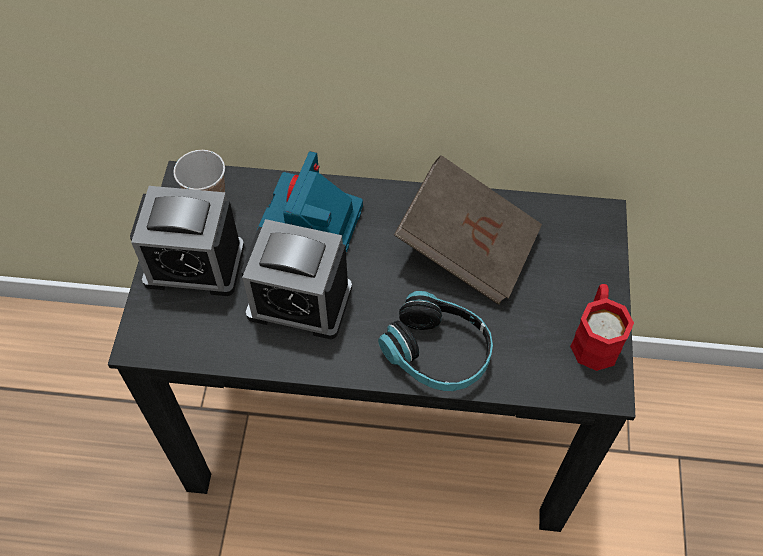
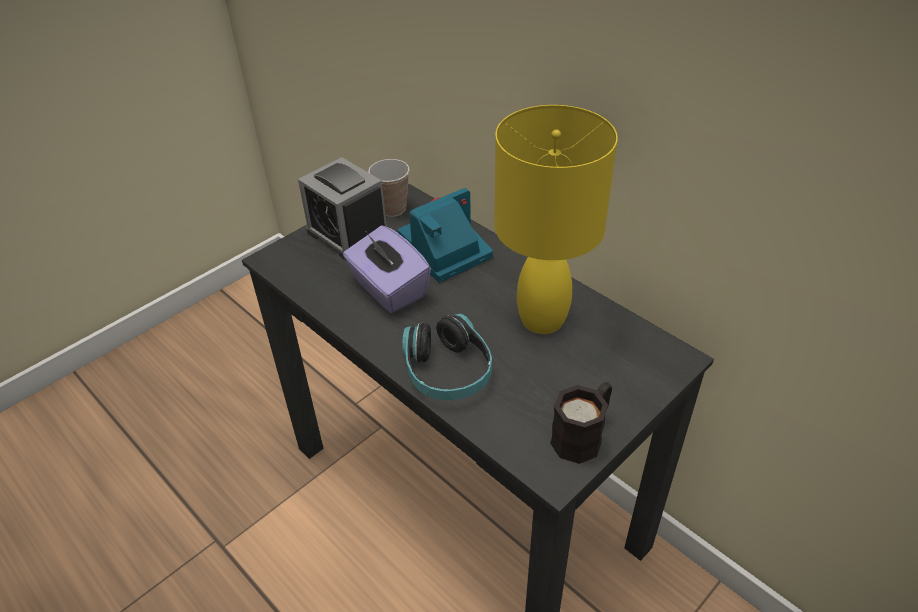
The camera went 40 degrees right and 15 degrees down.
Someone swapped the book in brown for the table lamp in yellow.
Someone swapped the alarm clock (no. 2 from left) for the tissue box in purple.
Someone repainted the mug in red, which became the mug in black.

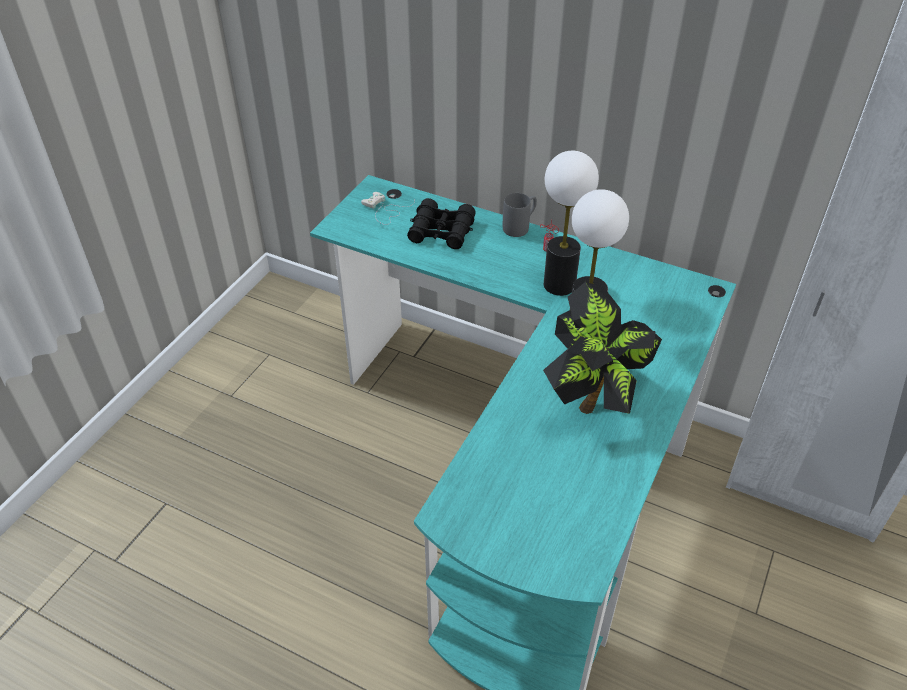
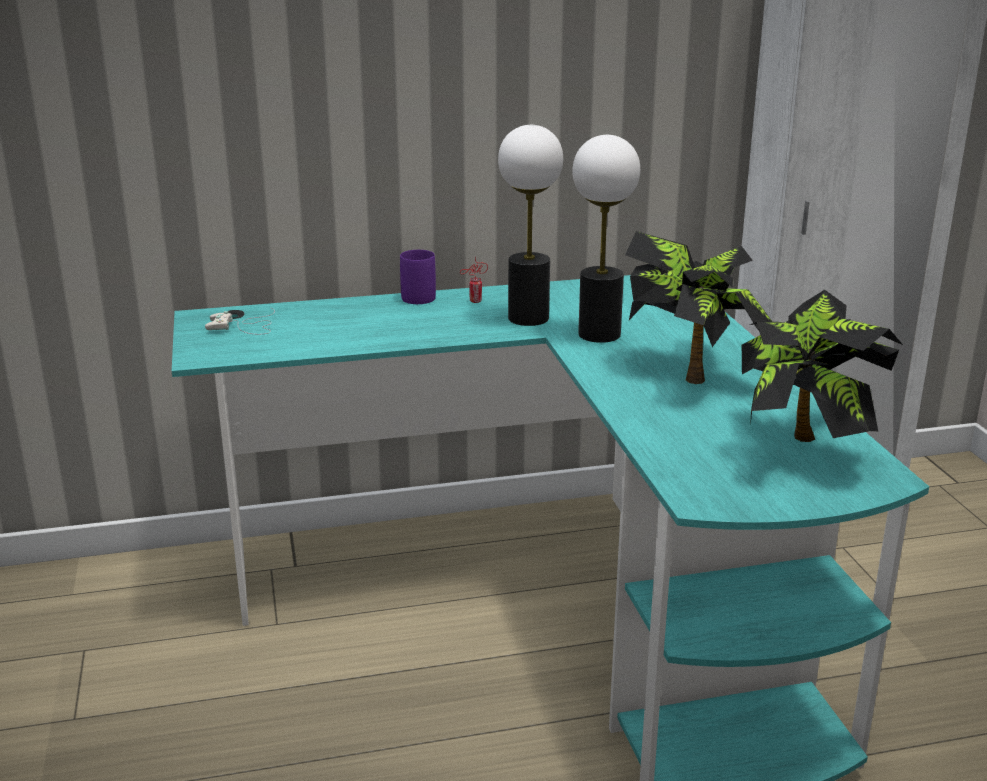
The camera went 40 degrees left and 20 degrees down.
Someone repainted the mug in grey, which became the mug in purple.
Someone took away the binoculars in black.
Someone put down the potted plant (no. 2 from left).

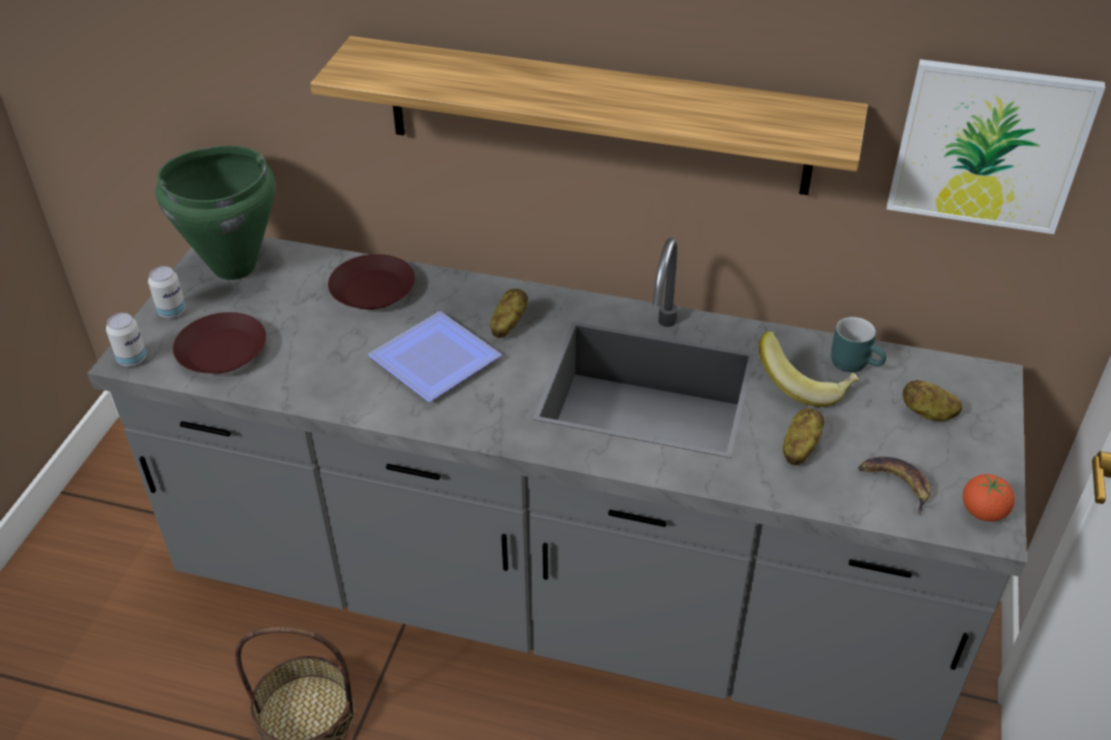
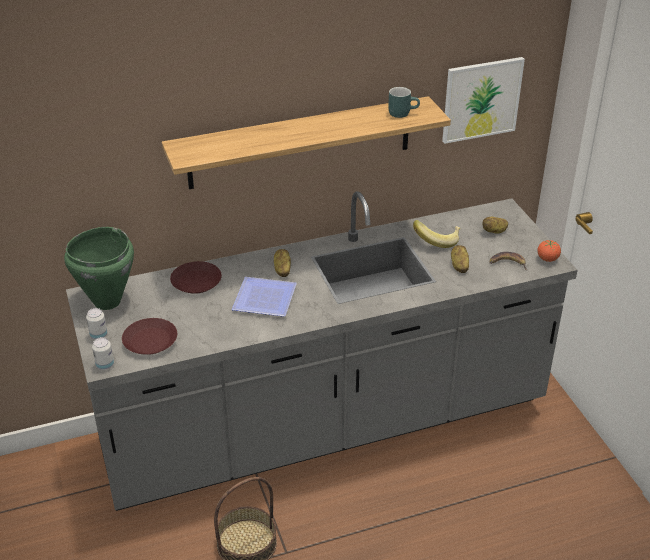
The camera went 35 degrees left and 5 degrees down.
Someone carried the mug in turquoise.

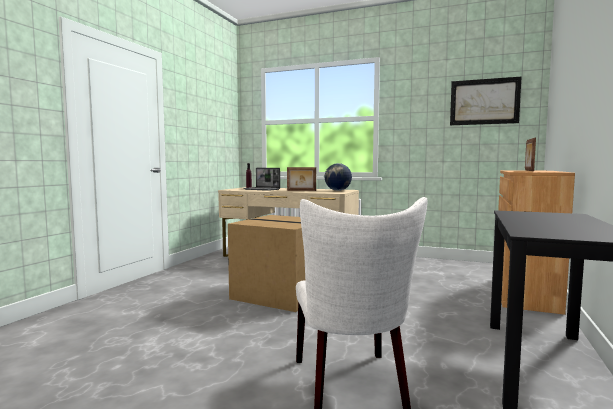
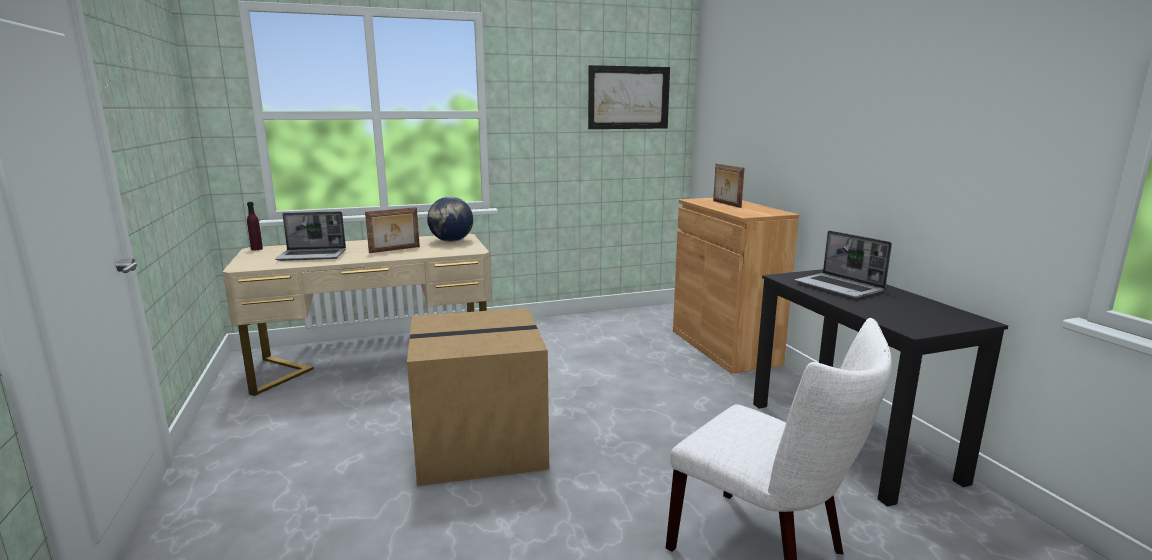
The camera went 40 degrees left and 10 degrees up.
Someone put down the laptop (no. 2 from left).

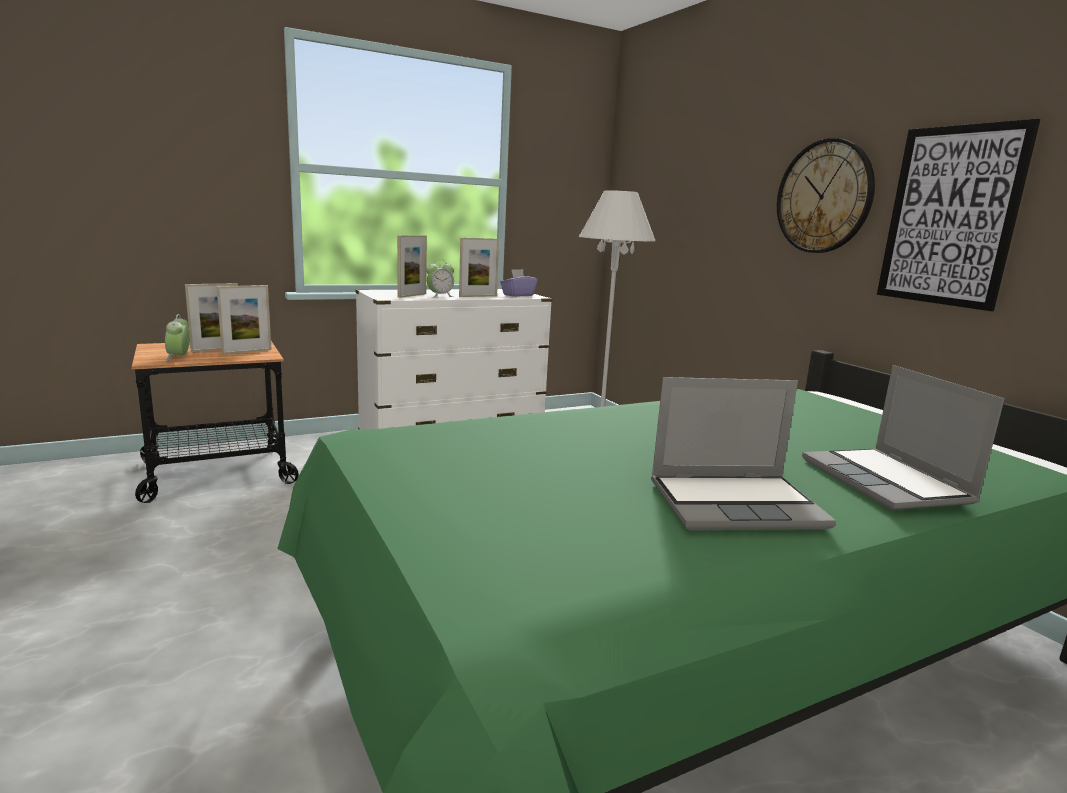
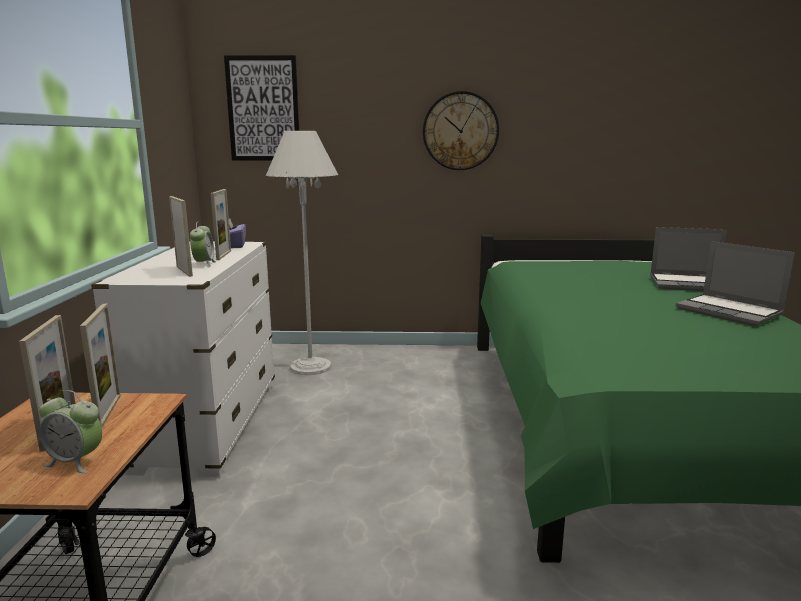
The camera went 60 degrees left and 0 degrees up.
Someone carried the picture.
Someone rotated the laptop (no. 1 from left in the first image) by 120 degrees clockwise.

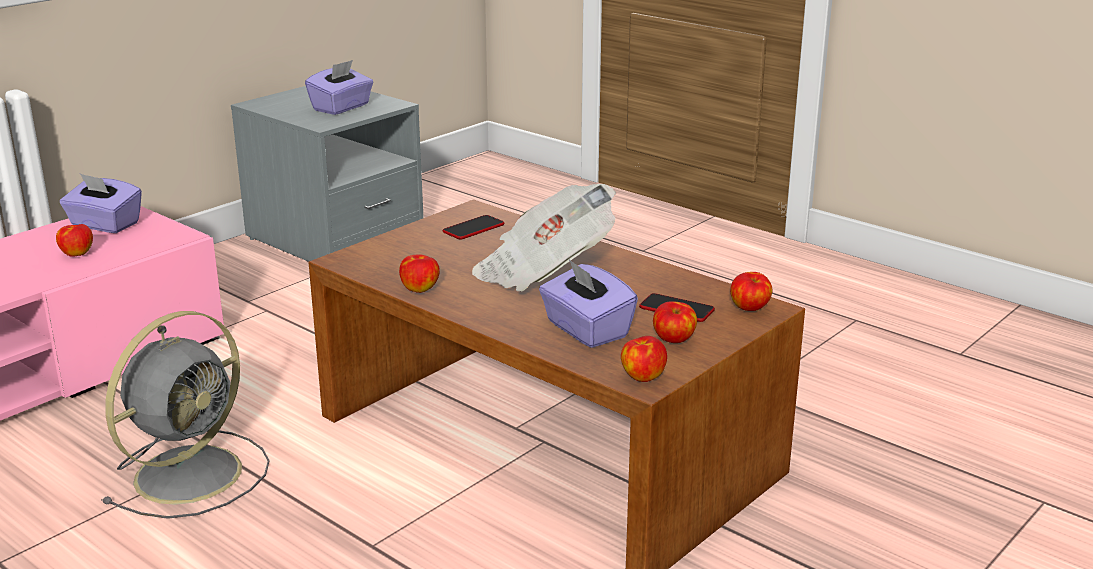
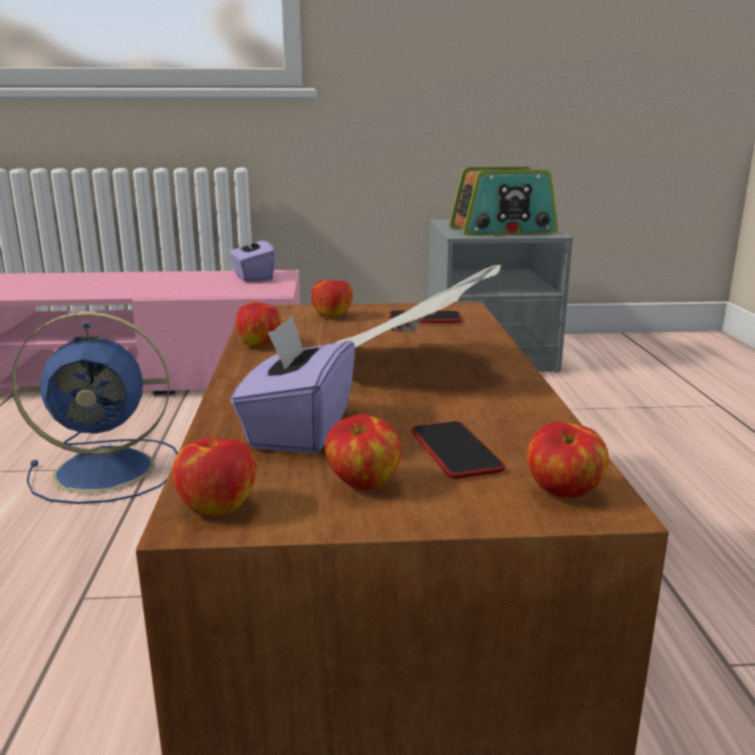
The camera went 45 degrees right and 5 degrees down.
Someone swapped the tissue box in purple (no. 2 from left) for the radio.
Someone carried the apple (no. 1 from left in the first image).
Someone repainted the fan in grey, which became the fan in blue.

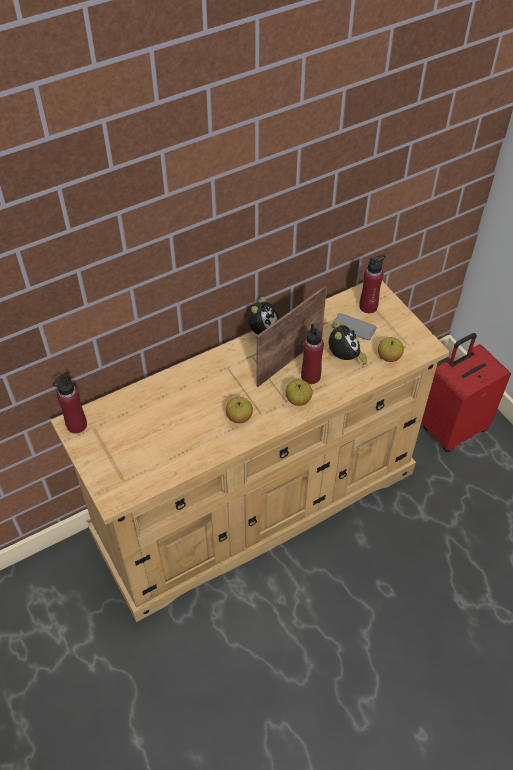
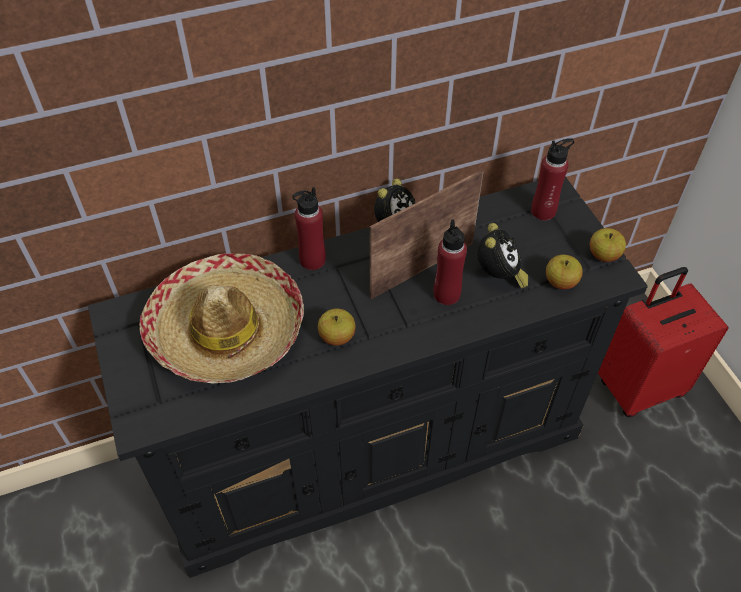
The camera went 10 degrees right and 0 degrees up.
Someone repainted the dresser in beige, which became the dresser in black.
Someone took away the phone.
Someone carried the bottle in red (no. 1 from left).
Someone carried the apple (no. 2 from left in the first image).
Someone put down the hat.

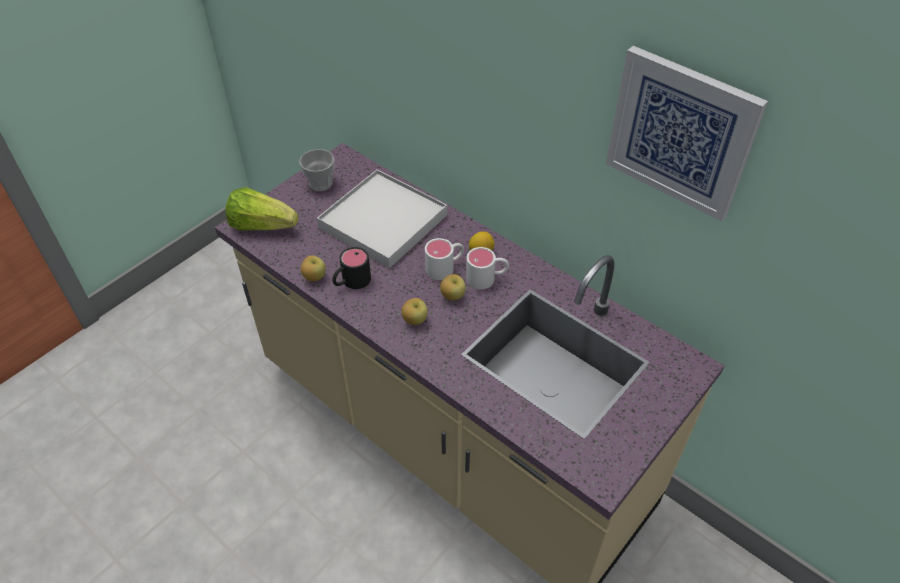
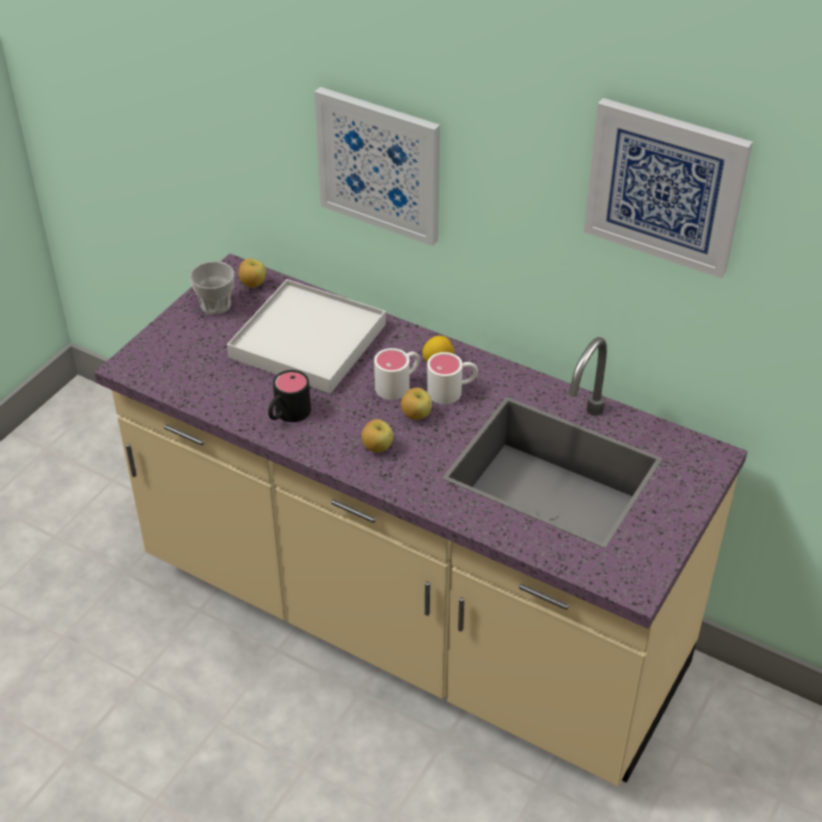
The camera went 10 degrees left and 5 degrees down.
Someone took away the lettuce.
Someone carried the apple (no. 1 from left).
Someone put up the picture (no. 1 from left).

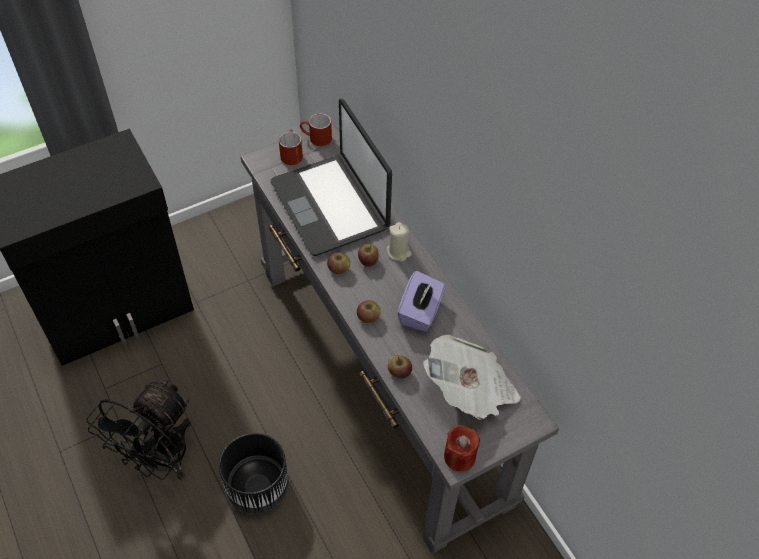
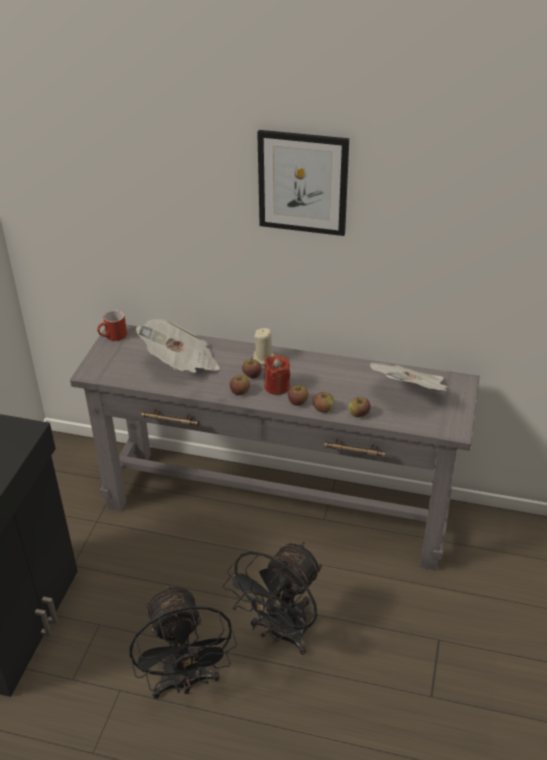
The camera went 45 degrees left and 15 degrees down.
Someone swapped the laptop for the newspaper (no. 1 from left).
Someone took away the mug in red (no. 1 from left).
Someone took away the tissue box in purple.
Someone carried the candle in red.
Someone swapped the planter in black for the fan in black (no. 2 from left).
Someone put up the picture.
Someone put down the apple (no. 4 from left).

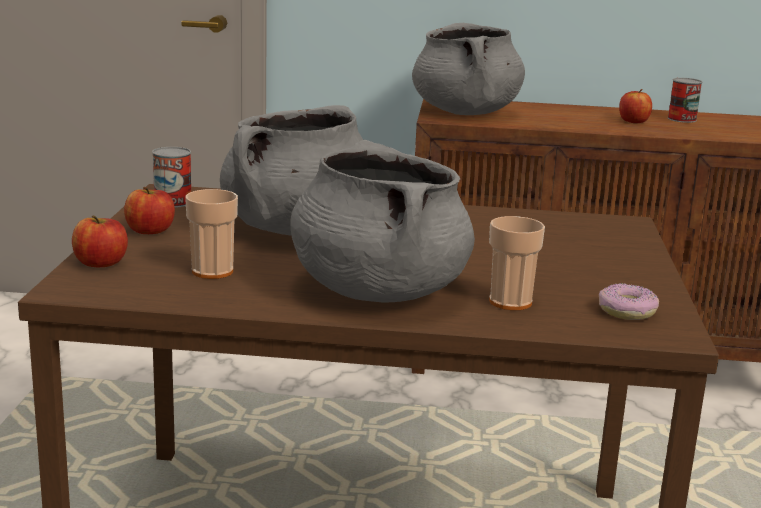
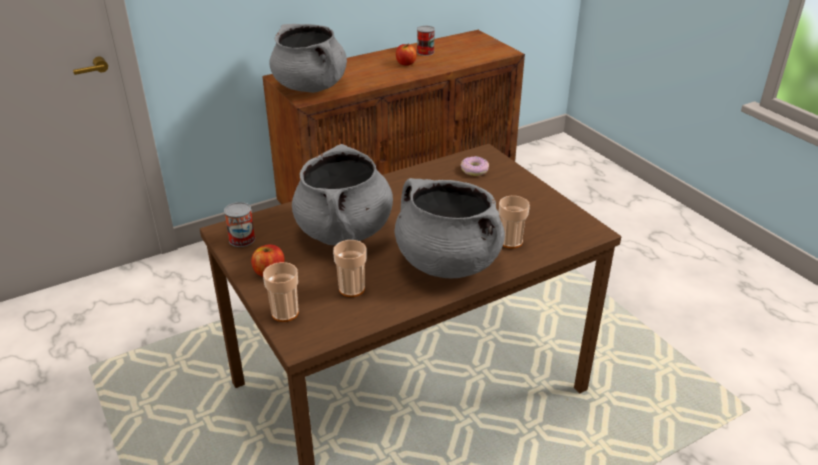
The camera went 35 degrees left and 15 degrees up.
Someone swapped the apple (no. 1 from left) for the cup (no. 1 from left).
Someone carried the donut.

